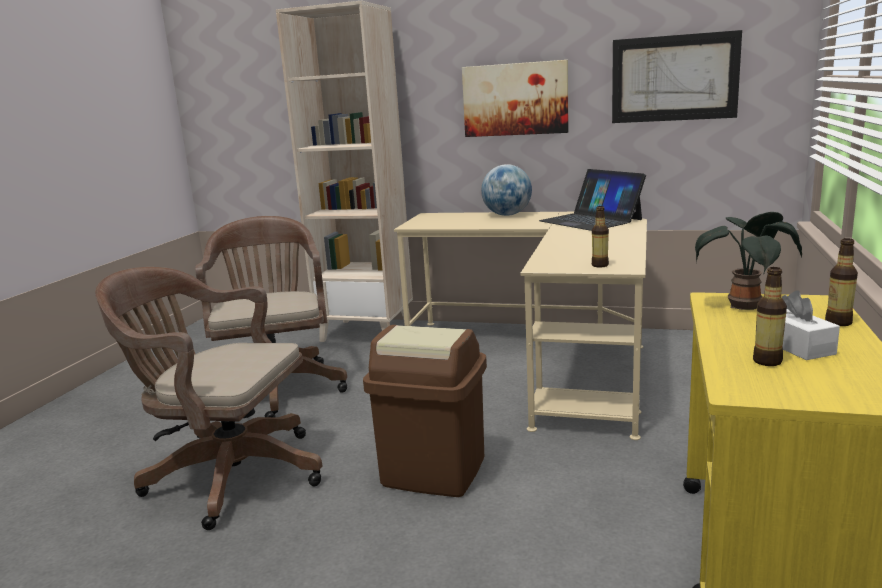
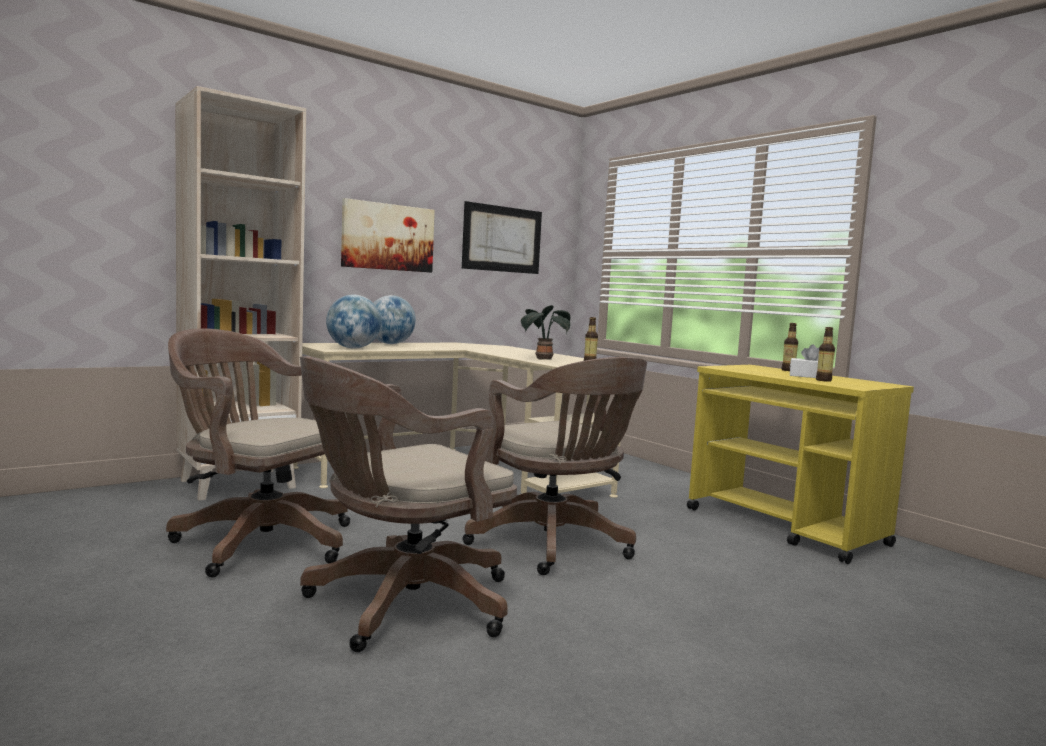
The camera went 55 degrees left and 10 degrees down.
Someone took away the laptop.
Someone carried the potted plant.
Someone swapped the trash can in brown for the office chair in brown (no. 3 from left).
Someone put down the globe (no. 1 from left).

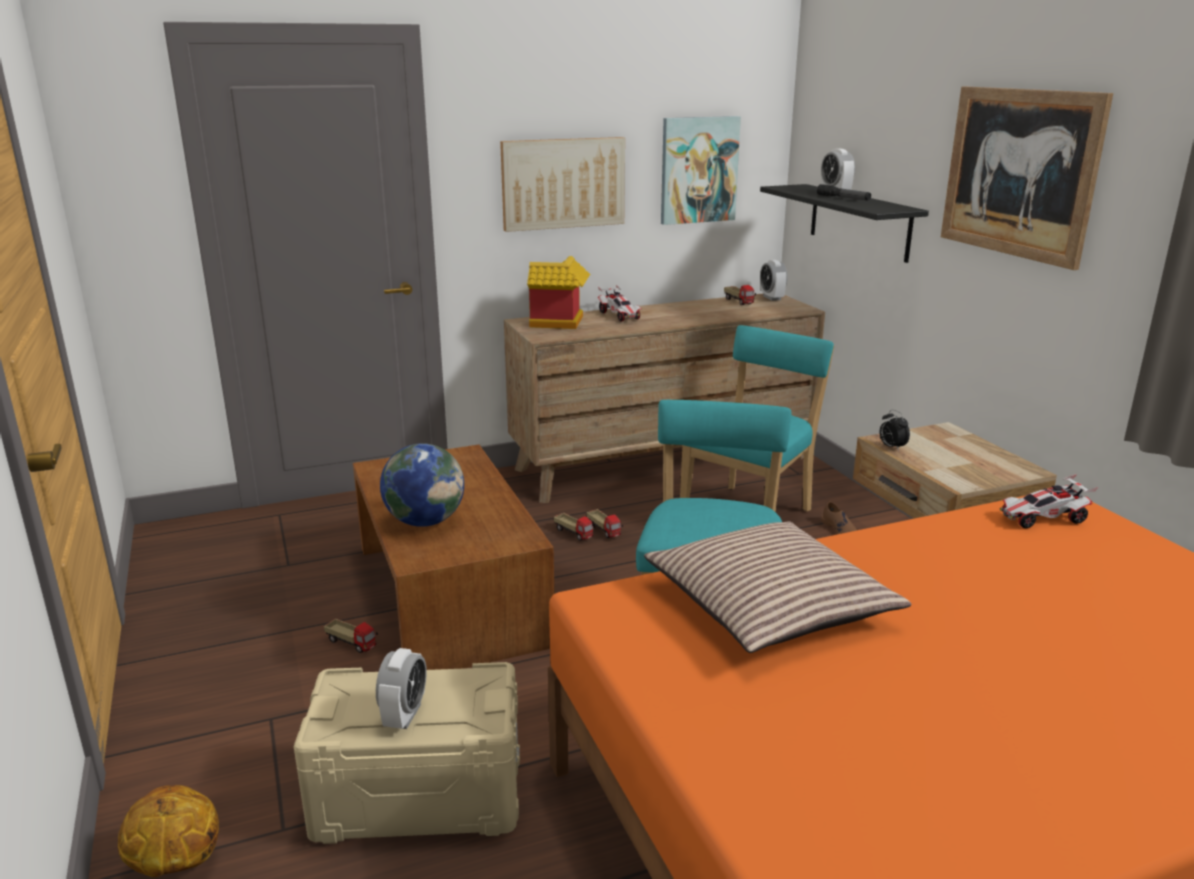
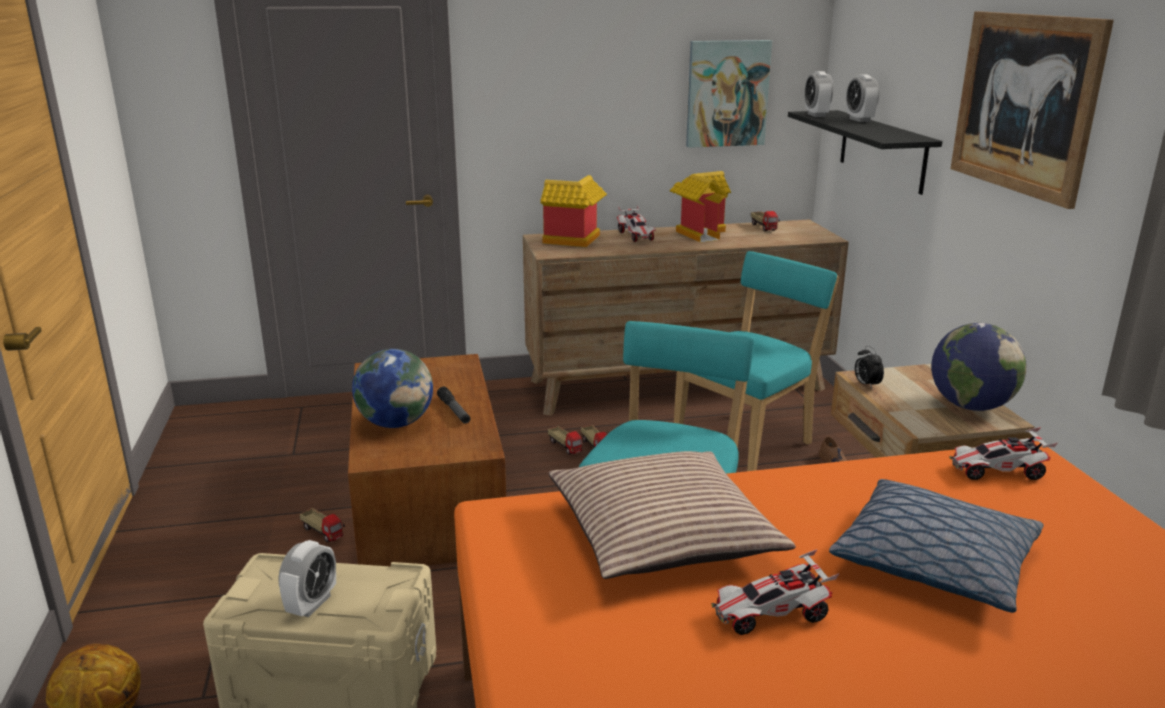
The camera went 10 degrees right and 0 degrees up.
Someone took away the picture (no. 1 from left).
Someone carried the flashlight.
Someone carried the alarm clock (no. 2 from left).
Someone put down the toy house (no. 2 from left).
Someone put down the globe (no. 2 from left).
Someone put down the pillow (no. 2 from left).
Someone put down the toy car (no. 2 from left).

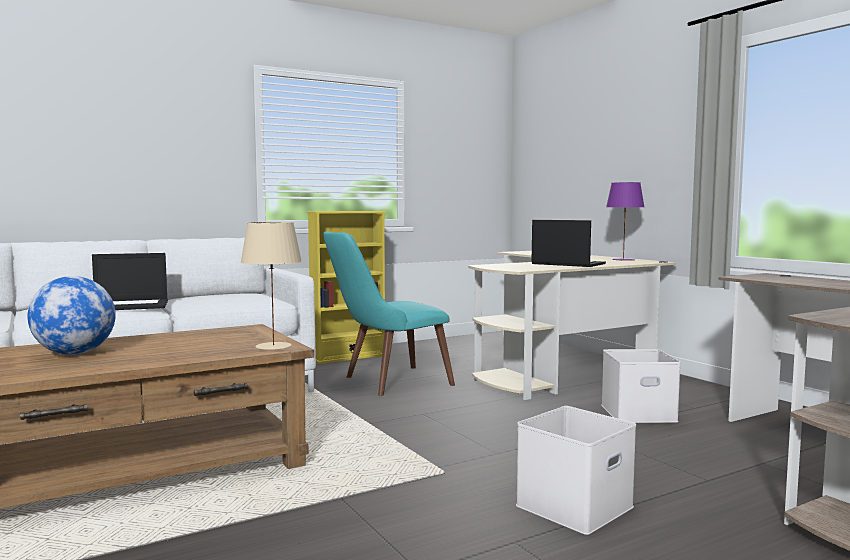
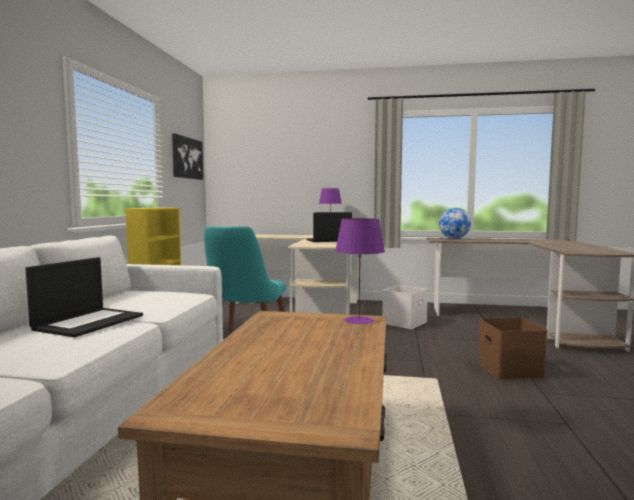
The camera went 50 degrees left and 0 degrees up.
Someone repainted the table lamp in beige, which became the table lamp in purple (no. 2 from left).
Someone carried the globe.
Someone repainted the storage box in white (no. 1 from left), which became the storage box in brown.
Someone put up the picture.

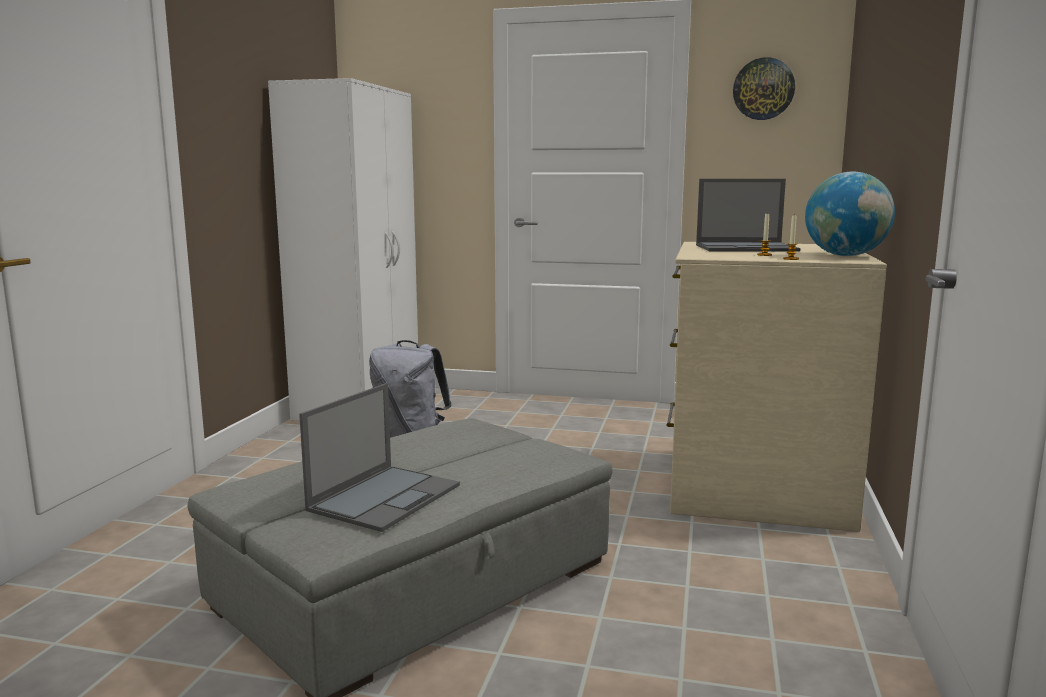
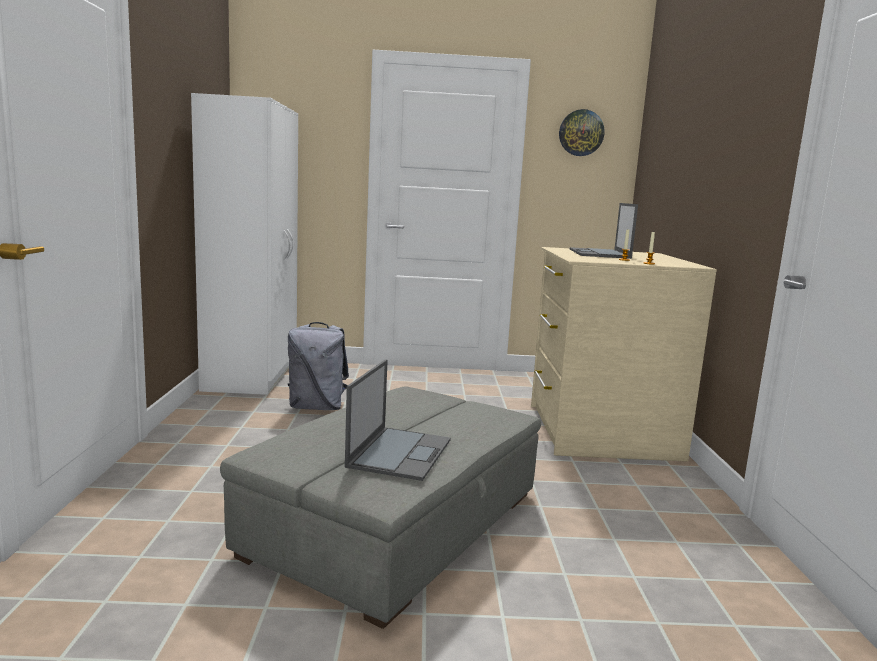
The camera went 15 degrees left and 0 degrees up.
Someone took away the globe.
Someone rotated the laptop (no. 2 from left) by 105 degrees clockwise.

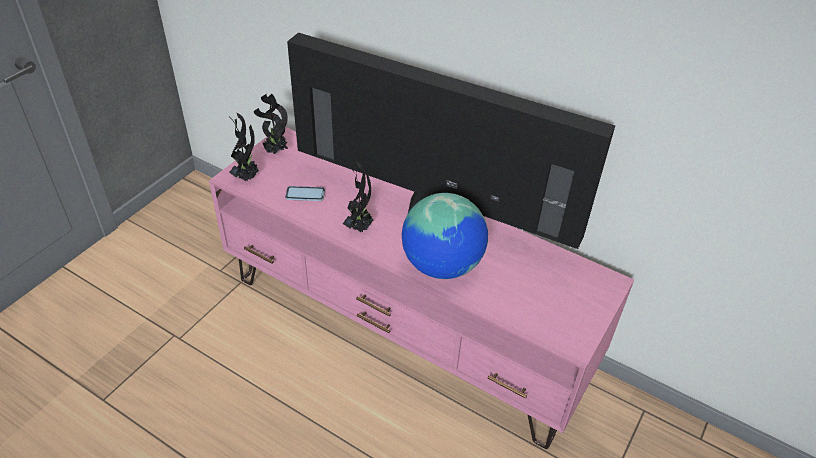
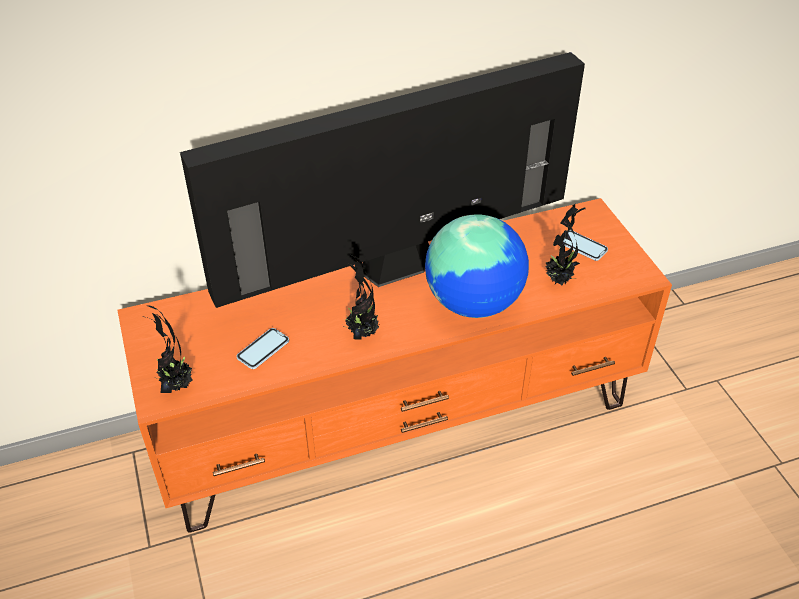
The camera went 50 degrees left and 0 degrees up.
Someone carried the potted plant (no. 2 from left in the first image).
Someone repainted the tv stand in pink, which became the tv stand in orange.
Someone put down the phone (no. 2 from left).

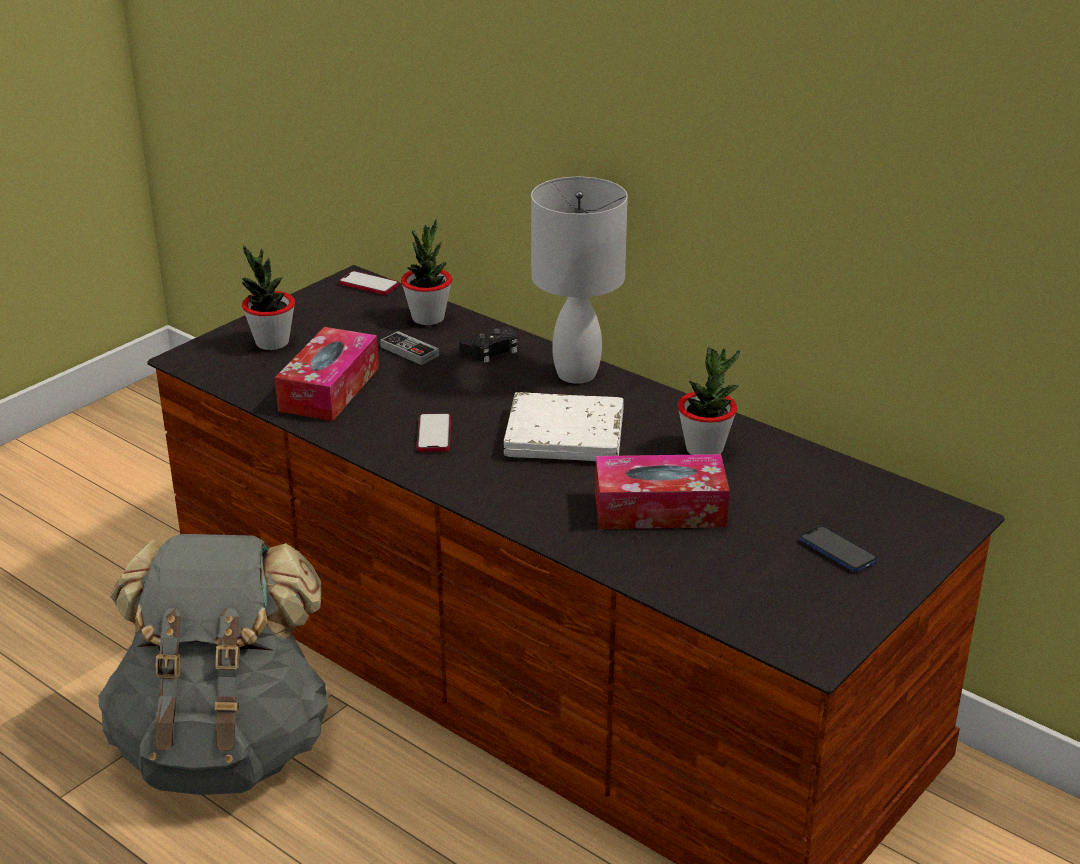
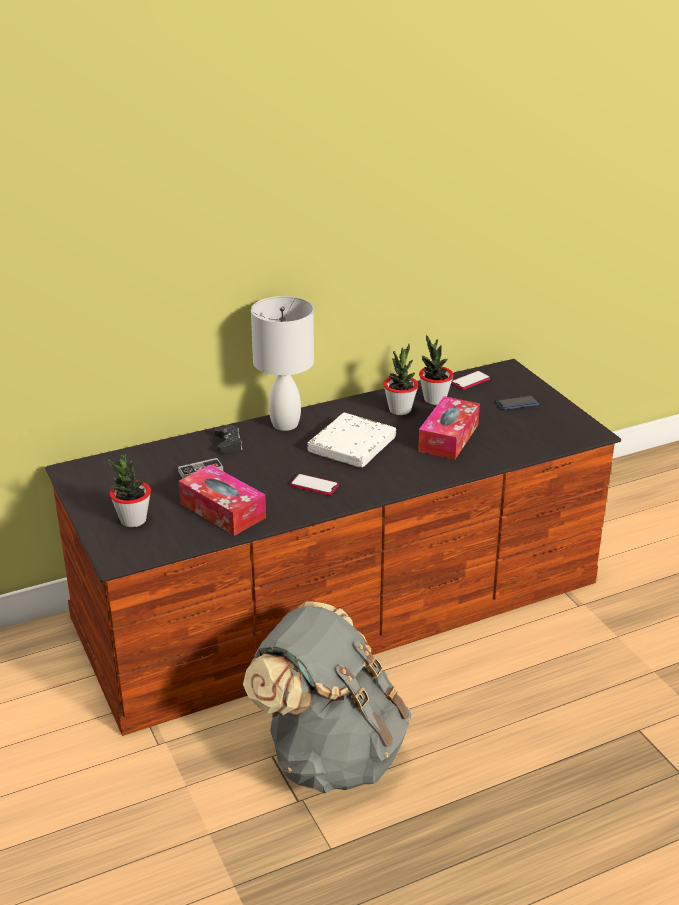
The camera went 65 degrees left and 0 degrees up.
Someone carried the potted plant (no. 2 from left in the first image).
Someone carried the phone (no. 1 from left in the first image).

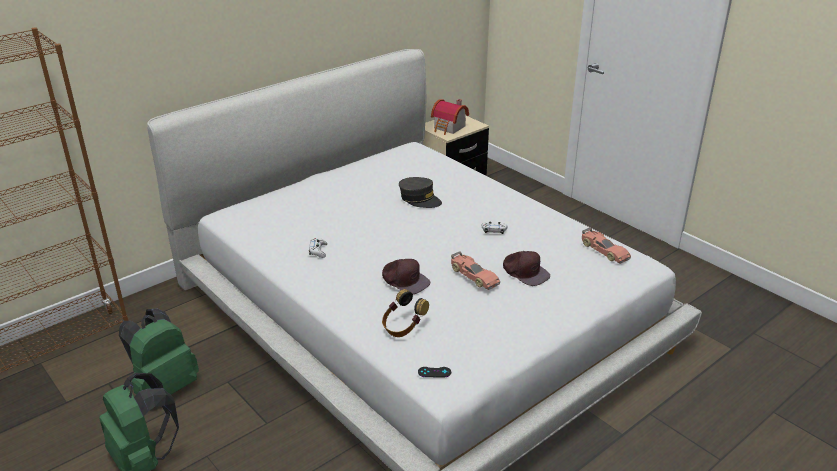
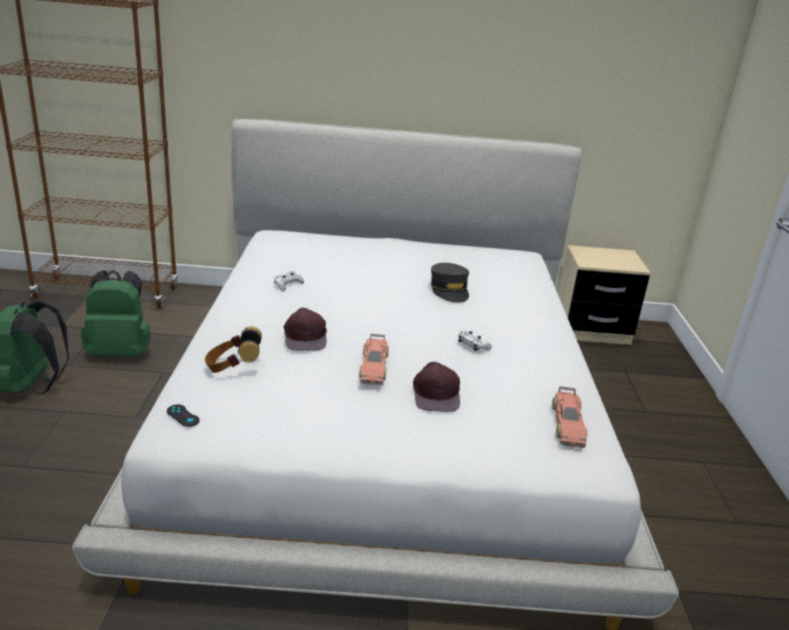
The camera went 40 degrees right and 5 degrees down.
Someone took away the toy house.

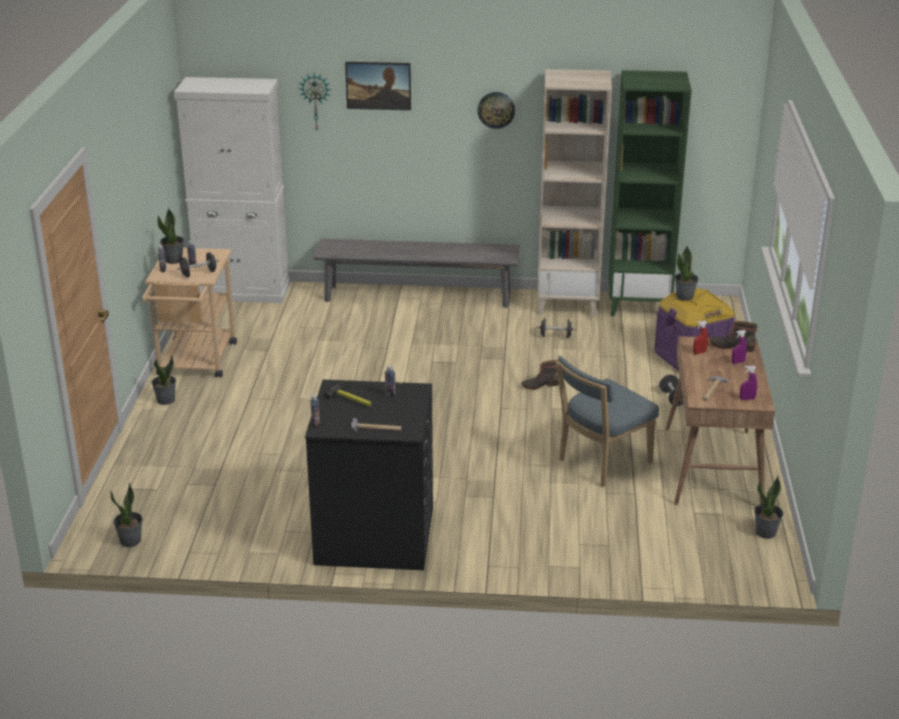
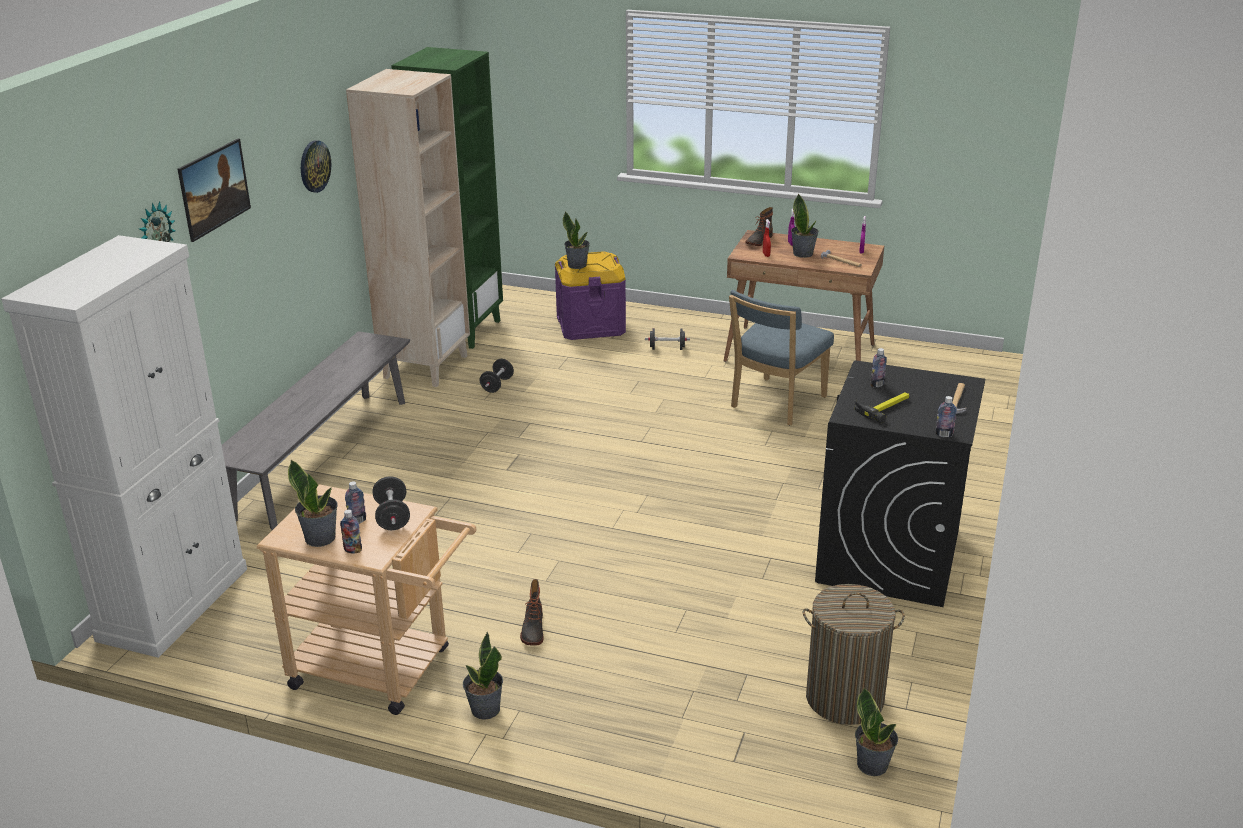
The camera went 75 degrees left and 0 degrees up.
Someone rotated the chair in blue by 60 degrees clockwise.
Someone carried the boot (no. 1 from left).
Someone carried the potted plant (no. 5 from left in the first image).
Someone put down the laundry basket.

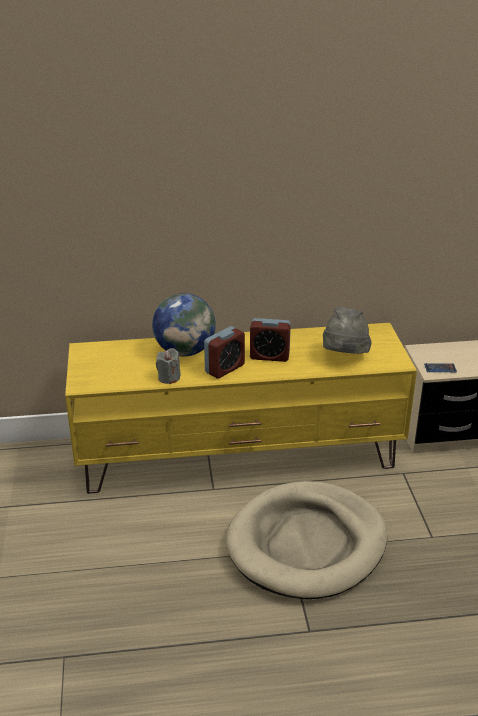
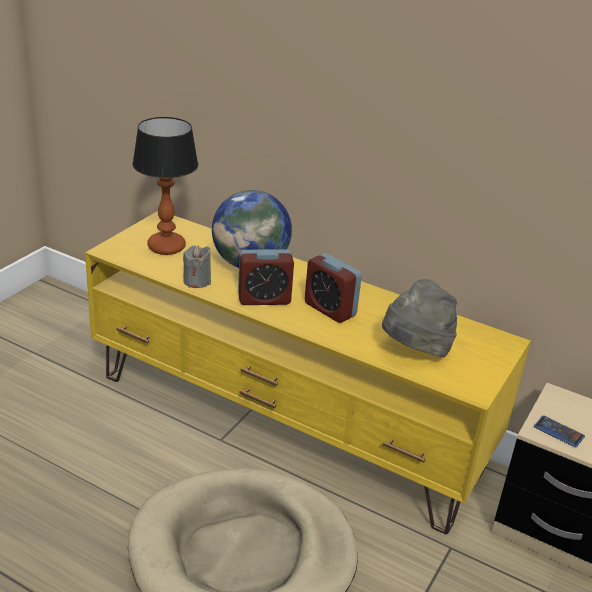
The camera went 35 degrees right and 0 degrees up.
Someone put down the table lamp.

